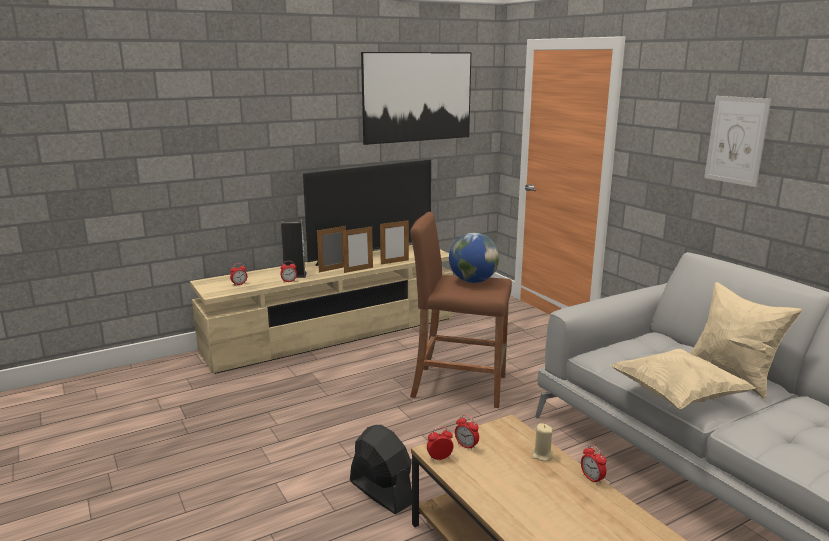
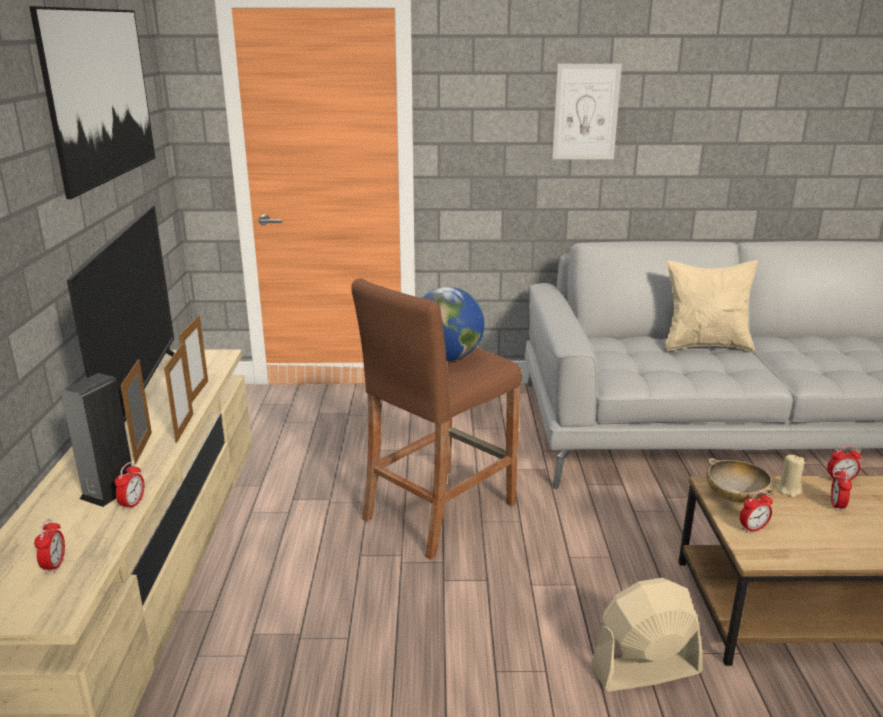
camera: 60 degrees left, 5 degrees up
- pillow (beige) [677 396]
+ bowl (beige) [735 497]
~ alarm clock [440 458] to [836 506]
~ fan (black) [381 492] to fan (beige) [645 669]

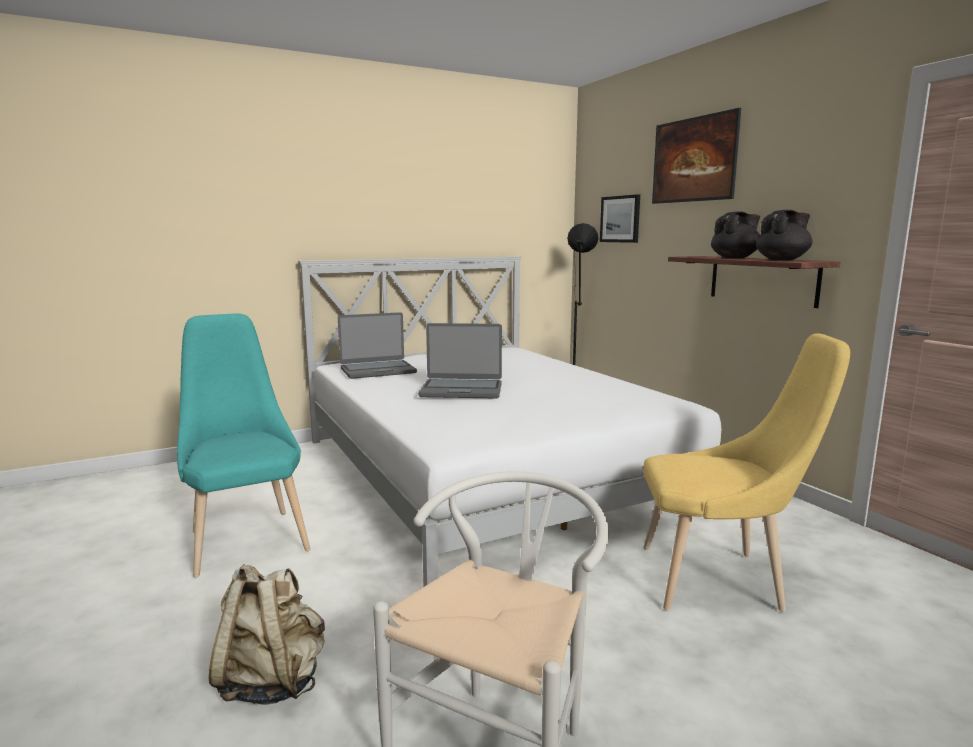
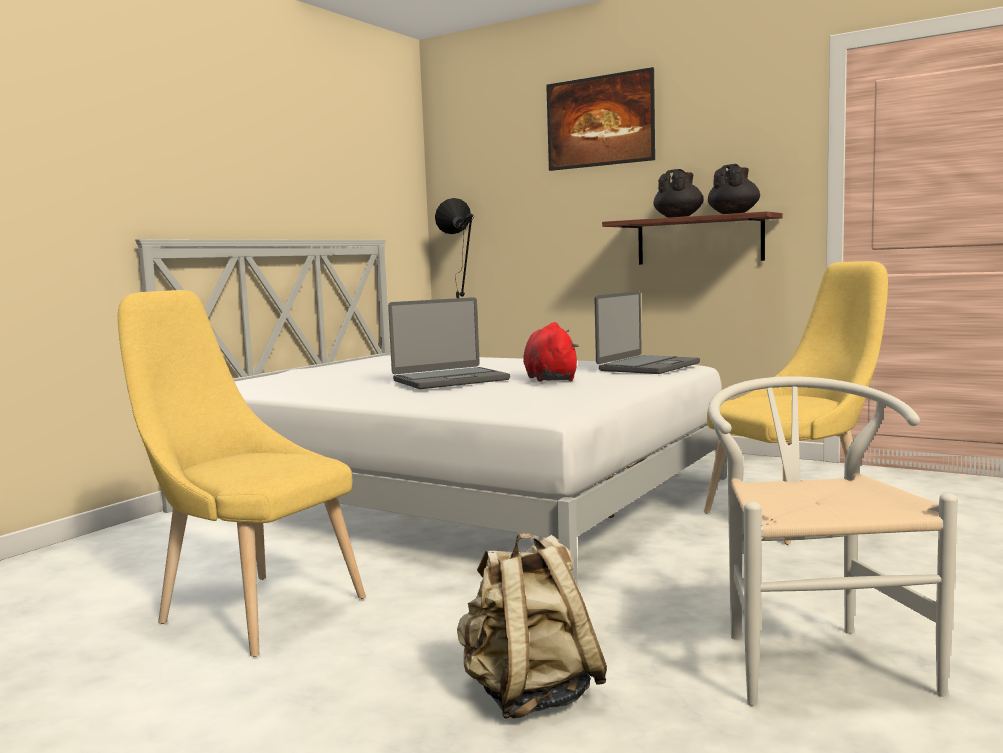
camera: 30 degrees left, 5 degrees down
- picture [620 219]
+ plush toy (red) [550 379]
~ laptop [377 370] to [647 367]
~ chair (turquoise) [246 538] to chair (yellow) [252 609]

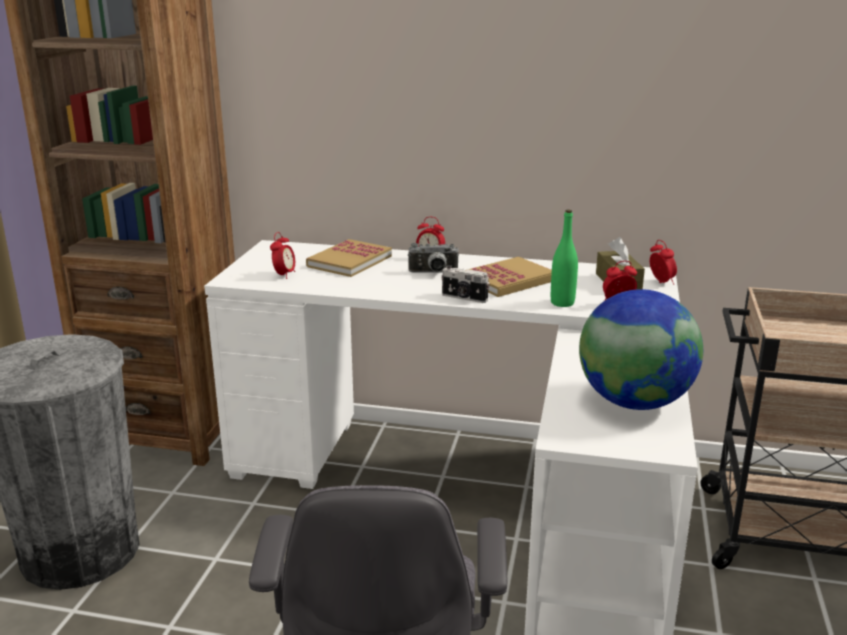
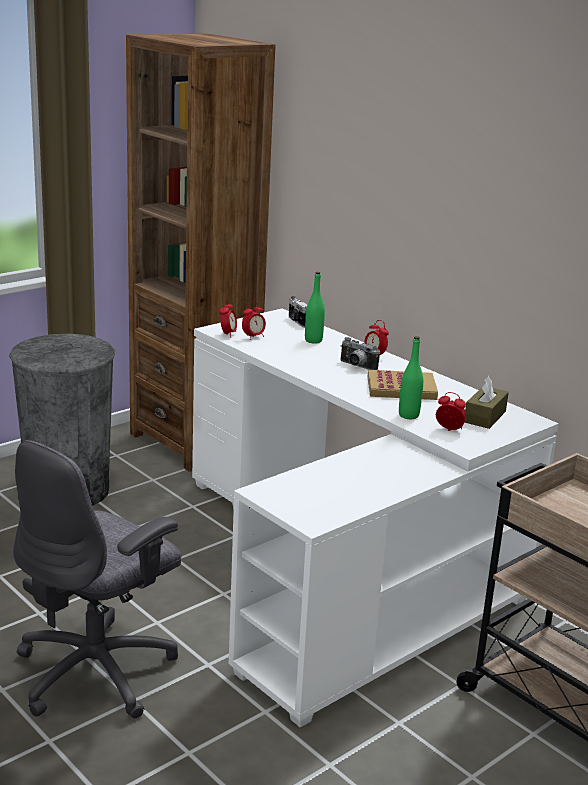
camera: 35 degrees right, 0 degrees up
- globe [634 402]
~ photo camera [464 298] to [297 322]
~ alarm clock [661 282] to [228 334]
~ book [349 261] to bottle (green) [313 340]

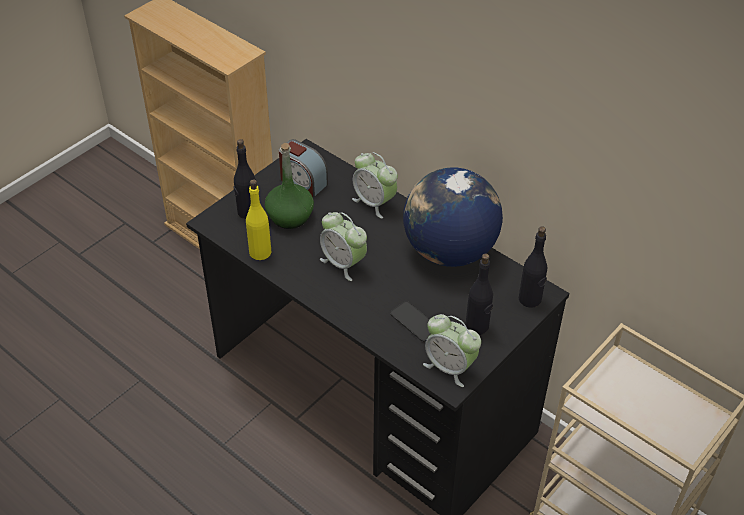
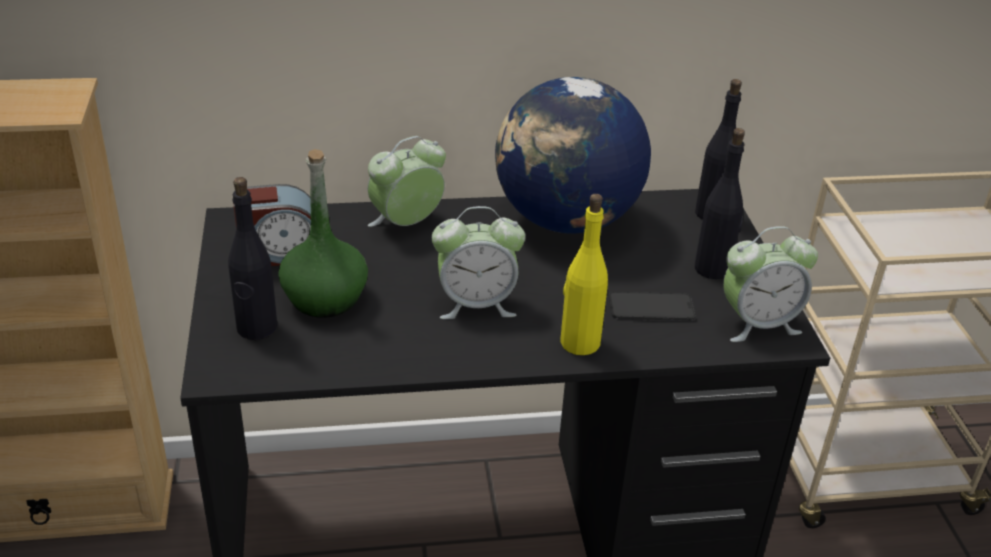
camera: 50 degrees left, 10 degrees down
~ bottle (yellow) [260 252] to [579 342]
~ alarm clock [374 203] = [406 224] 150 degrees clockwise

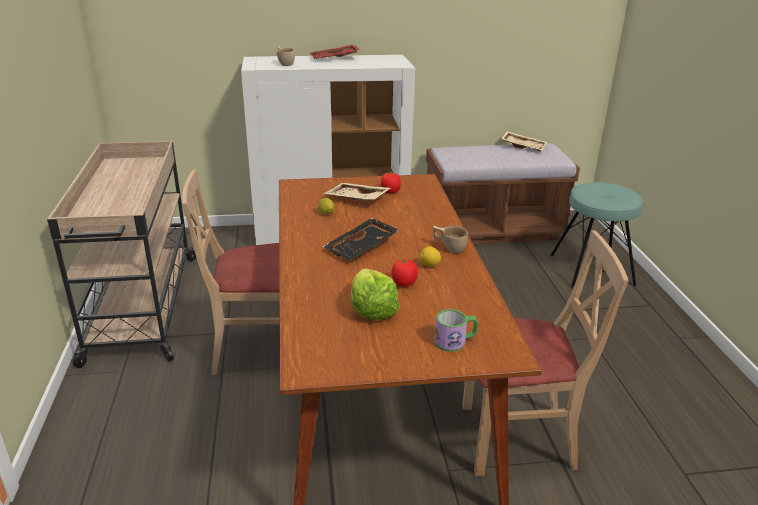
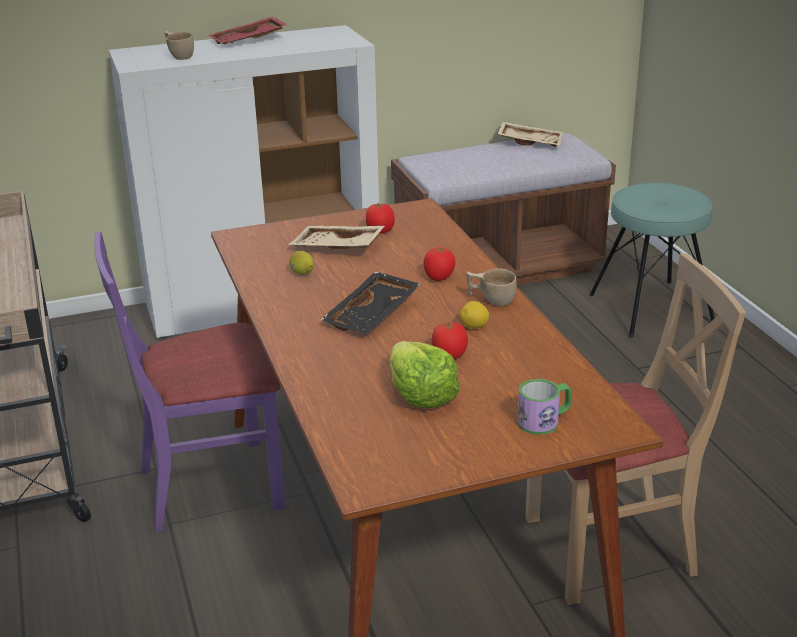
camera: 10 degrees left, 0 degrees up
+ tomato [439 277]
~ chair (beige) [257 349] to chair (purple) [211 485]

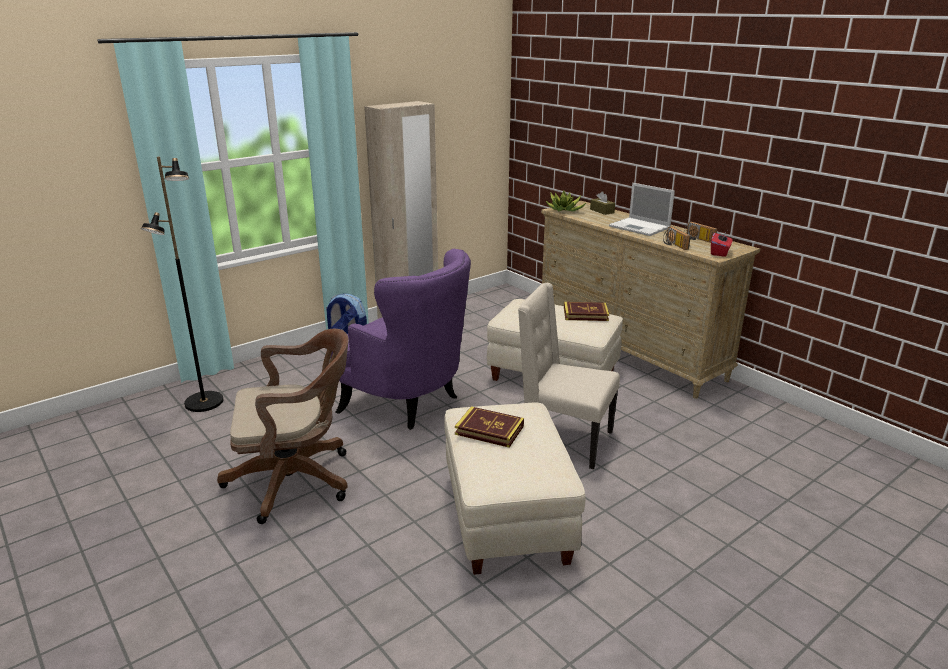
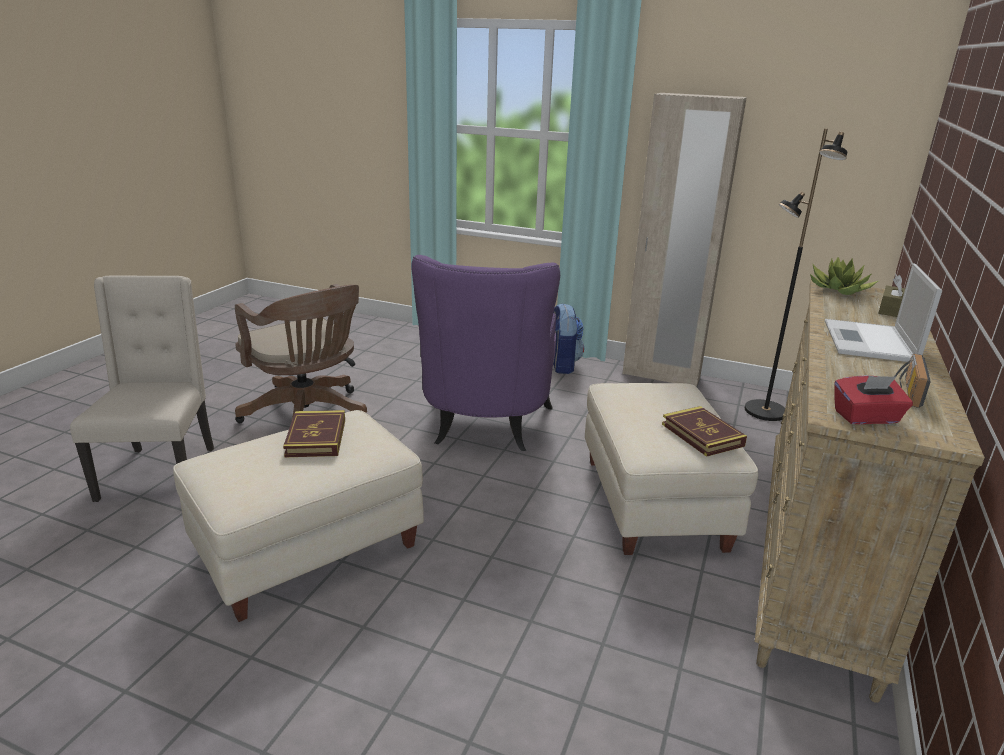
camera: 60 degrees right, 0 degrees up
- radio [673 245]
~ floor lamp (black) [204 403] to [764 411]
~ chair (beige) [563 441] to [160 472]

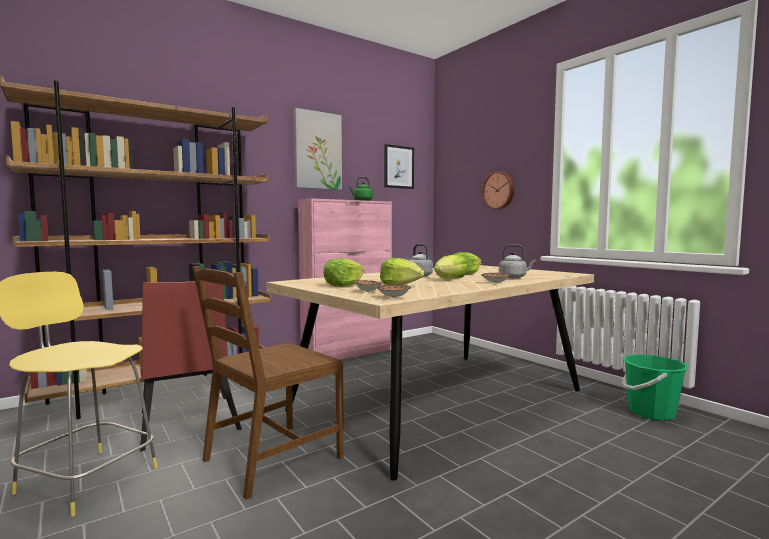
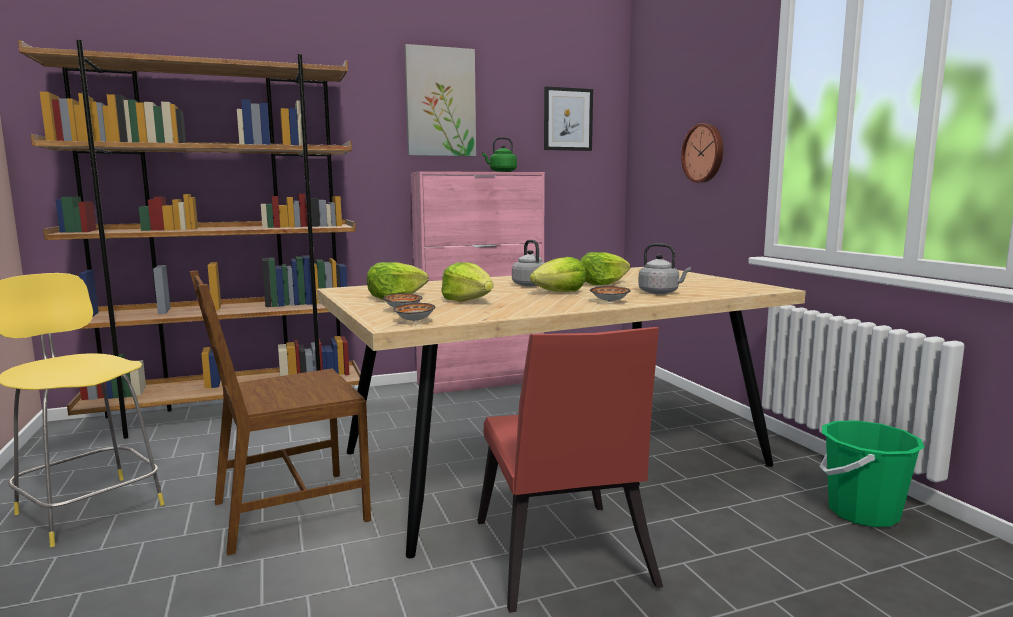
camera: 15 degrees right, 5 degrees up
~ chair (red) [187 424] to [562 560]

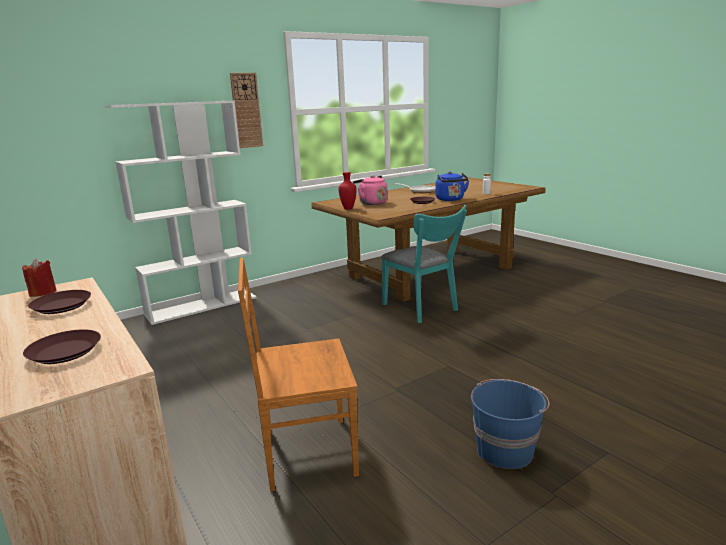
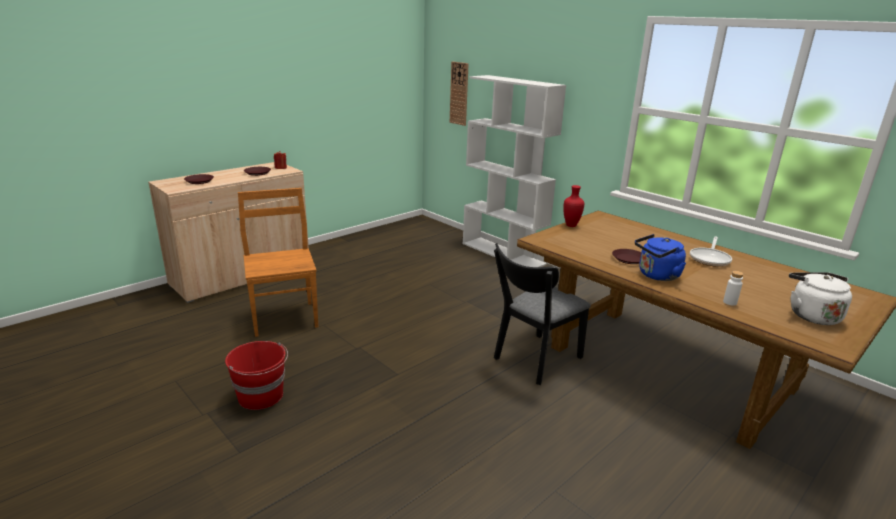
camera: 80 degrees right, 5 degrees up
- kettle (pink) [371 203]
+ kettle (white) [811 315]
~ wall clock [246 110] to [459 93]
~ chair (turquoise) [423 309] to chair (black) [534 360]
~ bucket (blue) [505 450] to bucket (red) [261 396]

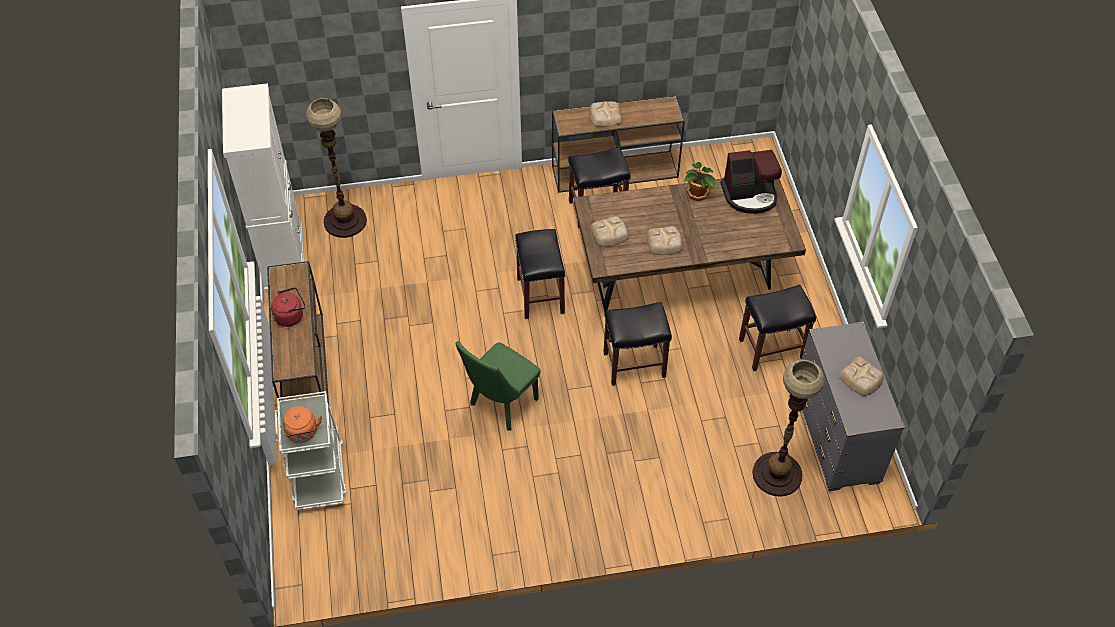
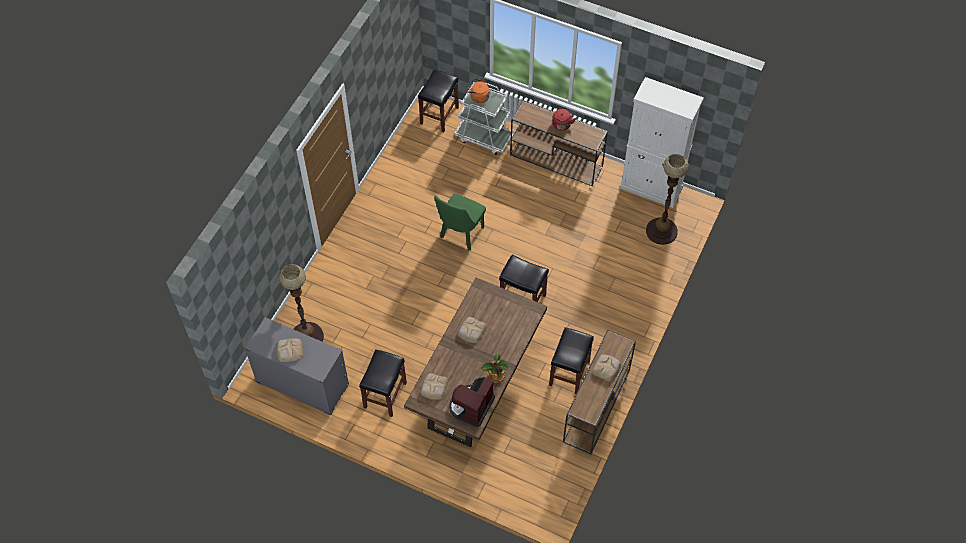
camera: 125 degrees right, 5 degrees up
~ bread [610 233] to [433 387]
~ stool (black) [633 365] to [439 115]
~ chair (green) [500 406] = [460 235] 135 degrees counterclockwise

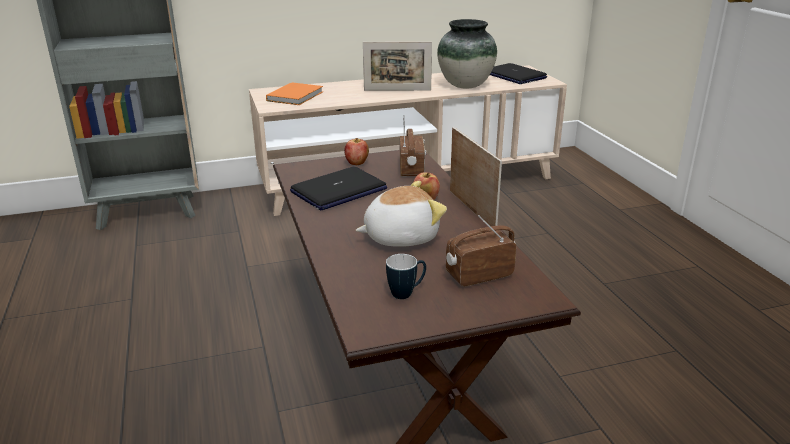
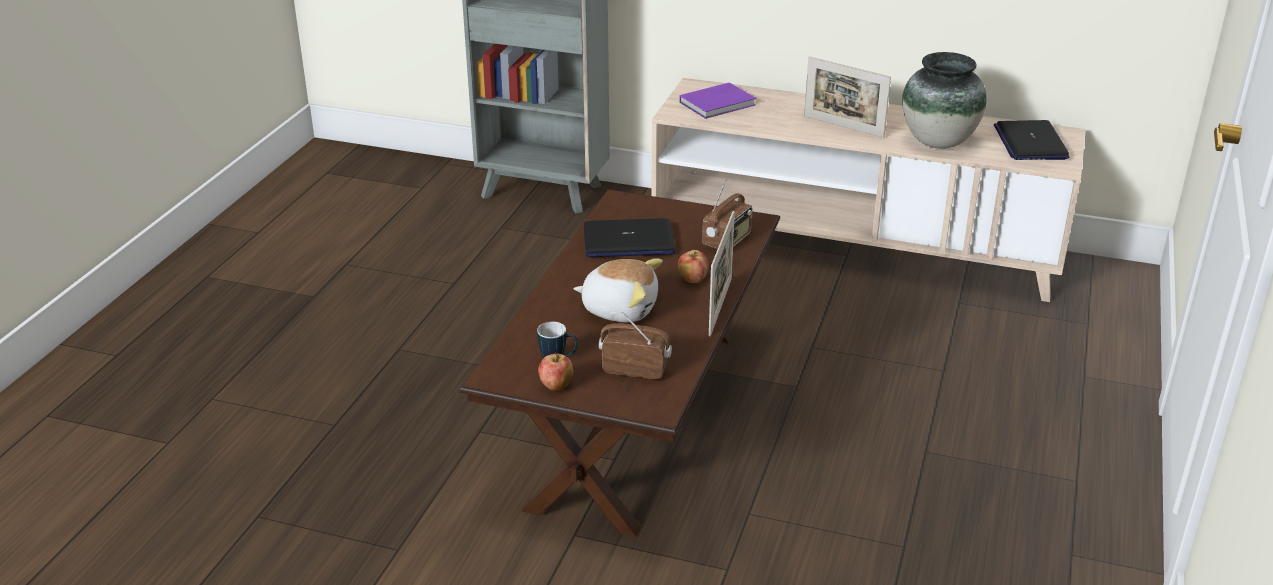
camera: 35 degrees right, 5 degrees up
~ apple [356 163] to [556 386]
~ book (orange) [296 96] to book (purple) [719 103]

